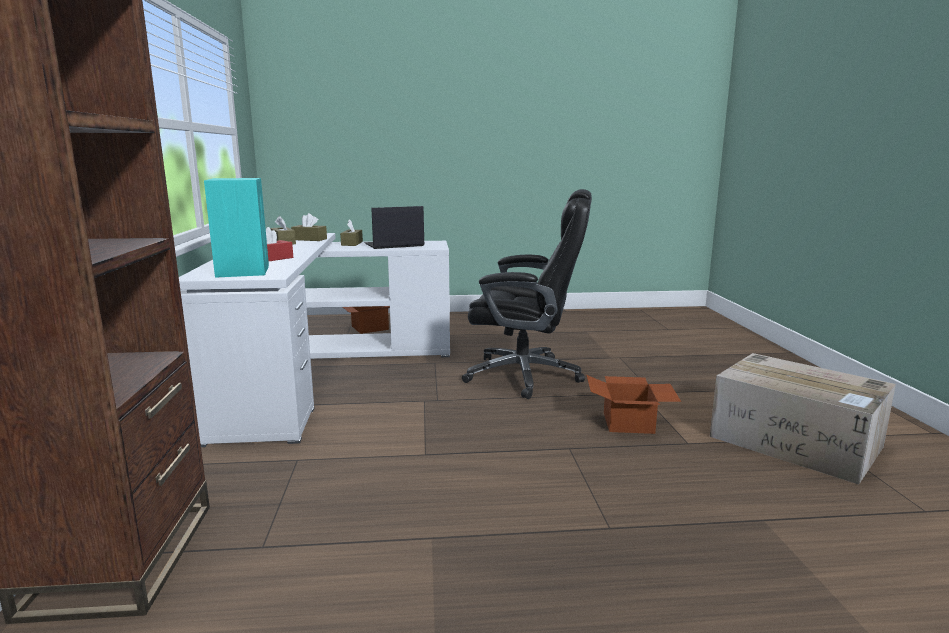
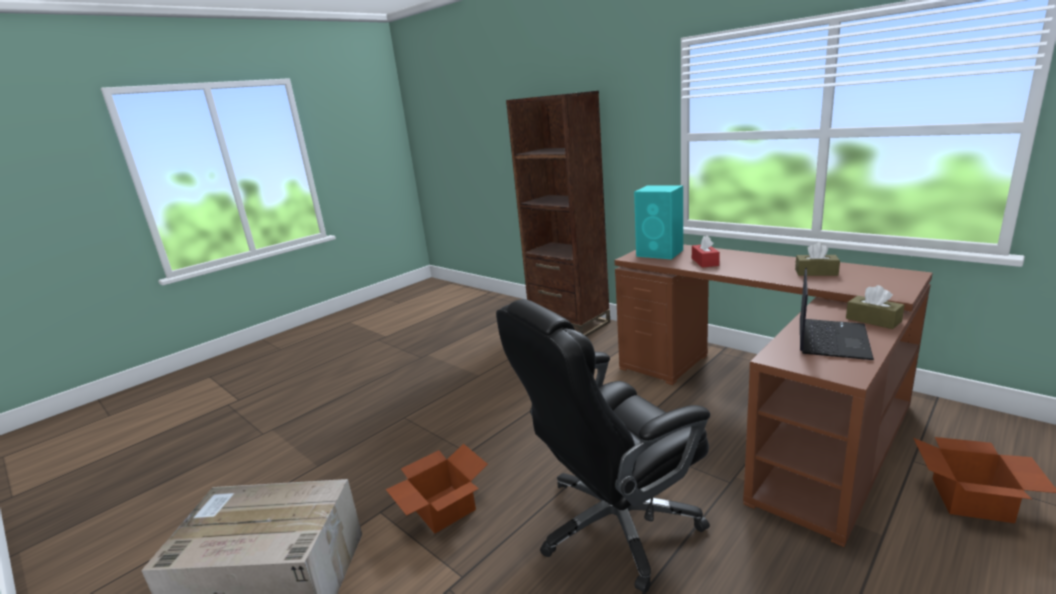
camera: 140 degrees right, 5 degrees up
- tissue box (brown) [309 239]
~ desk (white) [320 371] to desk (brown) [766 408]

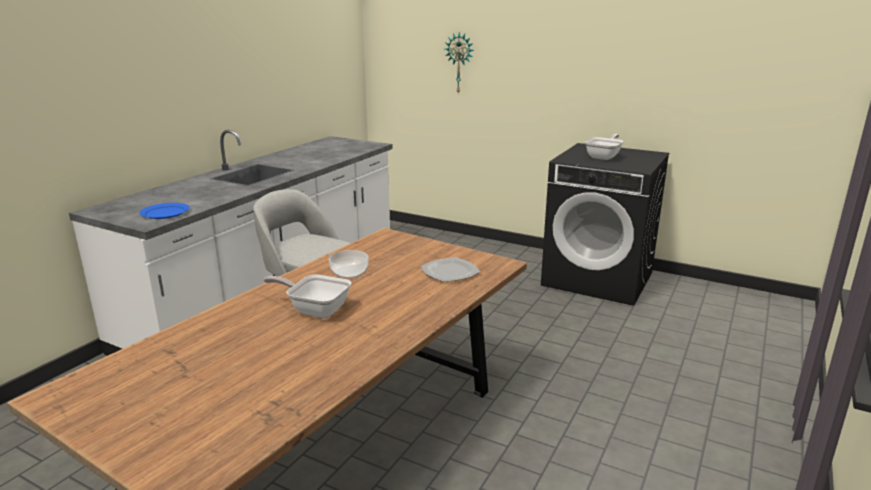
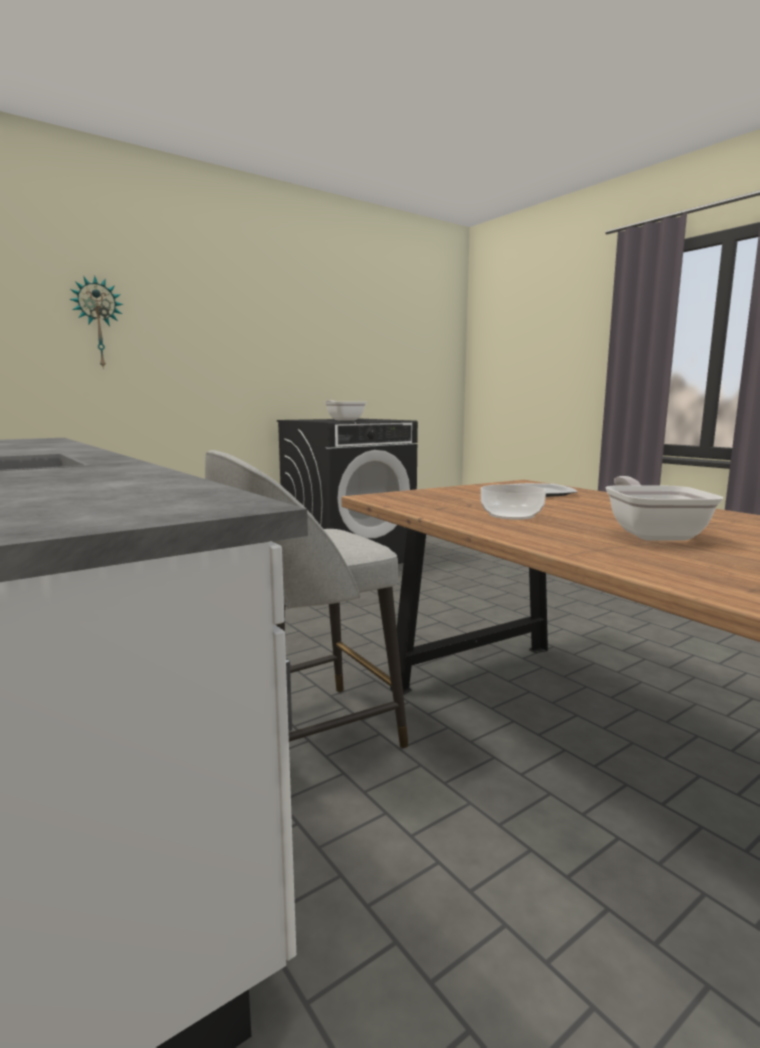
camera: 65 degrees left, 10 degrees down
- plate (blue) [164 213]
~ frying pan [315 309] = [652 533] 135 degrees clockwise

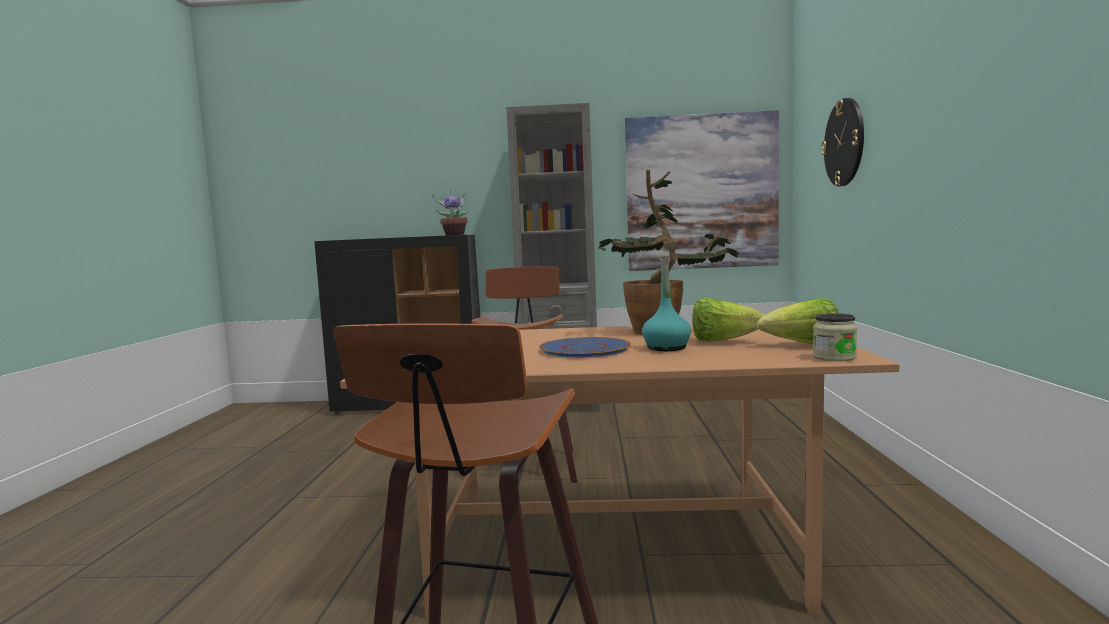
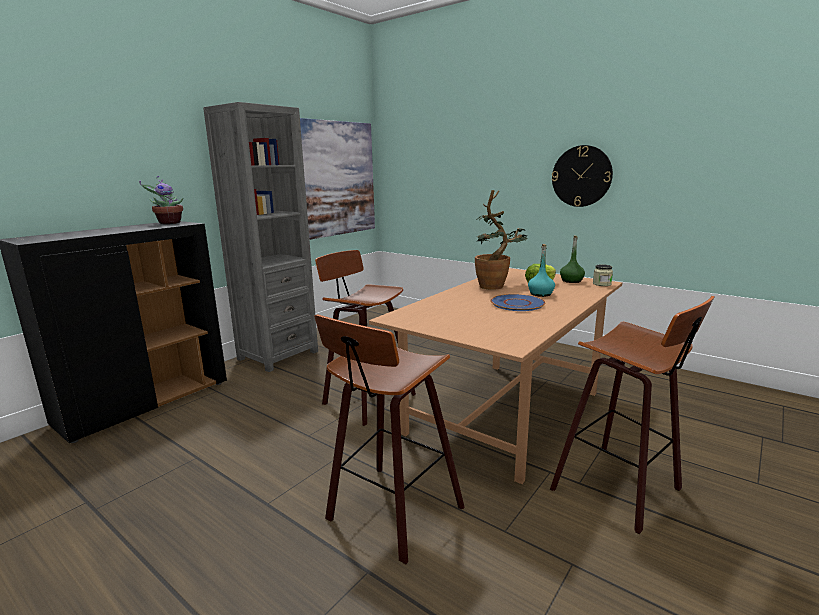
camera: 55 degrees left, 10 degrees up
+ stool [391 514]
~ wall clock [844 142] to [581 176]
~ lettuce [803 346] to bottle (green) [571 281]

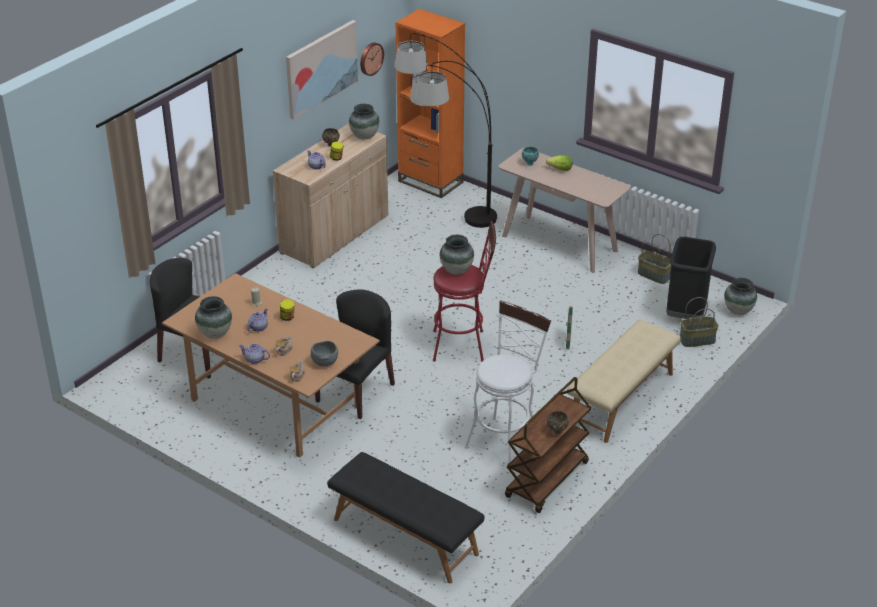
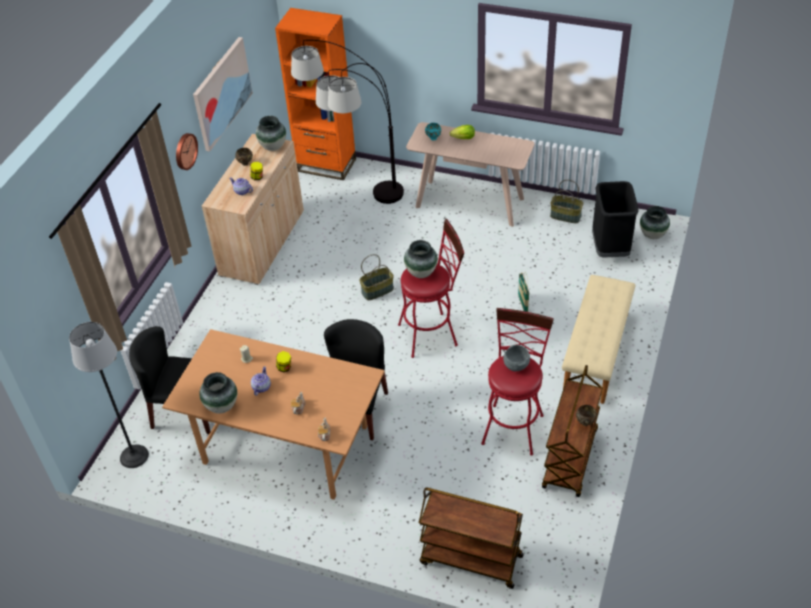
camera: 15 degrees left, 10 degrees up
- teapot [255 360]
+ floor lamp [134 456]
~ bowl (grey) [324 362] to [515 365]
~ wall clock [370 58] to [185 151]
~ basket [697 340] to [377 290]
~ bench (black) [404 537] to cart (brown) [470 560]
~ stool (white) [505 439] to stool (red) [513 424]

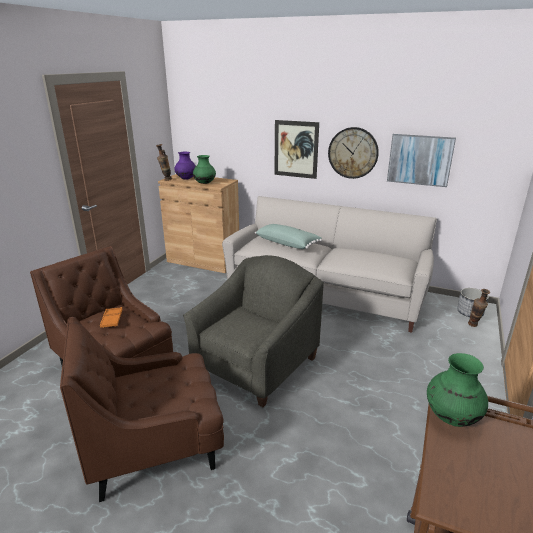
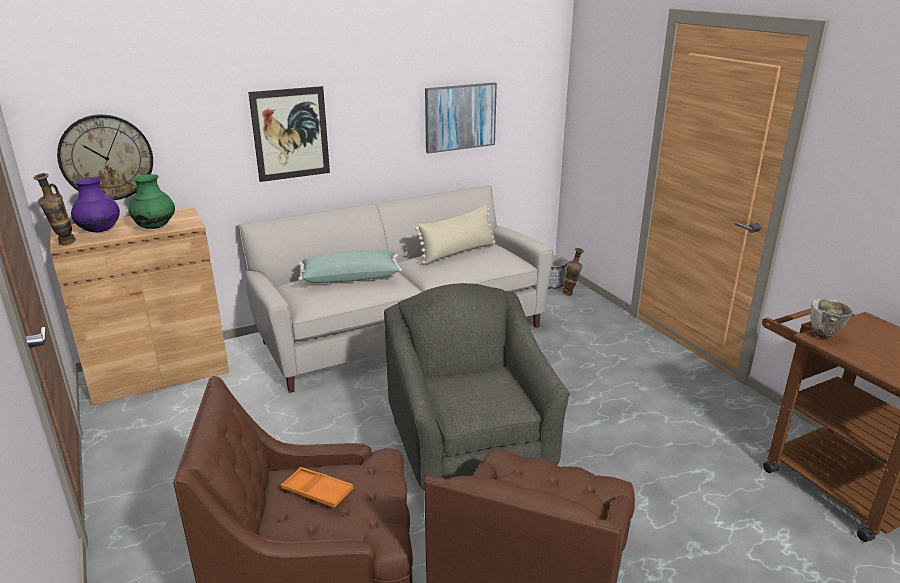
camera: 50 degrees left, 0 degrees up
+ pillow (beige) [458 252]
~ wall clock [353 153] to [106 157]
~ vase (green) [451 417] to bowl [823 335]

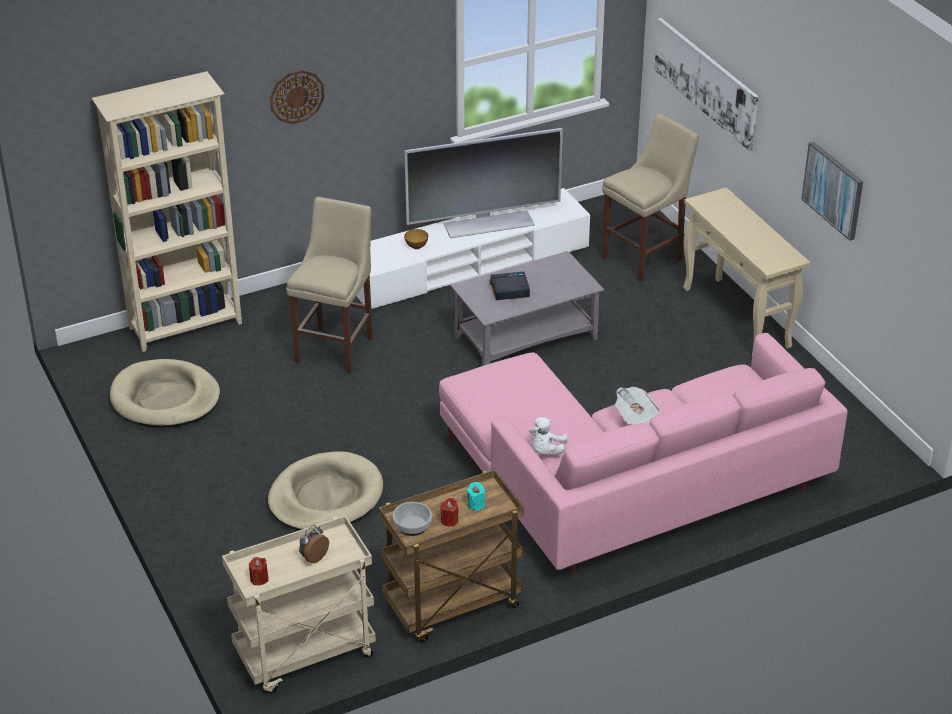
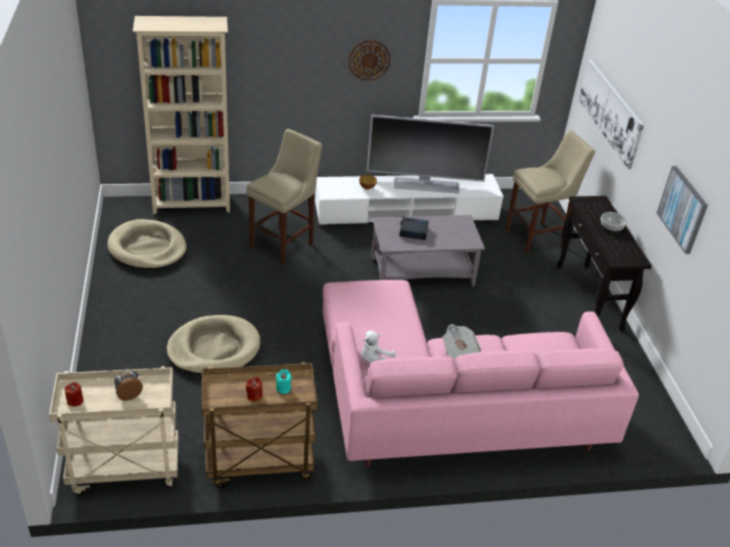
camera: 15 degrees right, 0 degrees up
~ wall clock [296 96] to [369 60]
~ bowl [413 525] to [612 226]
~ console table (beige) [737 318] to console table (black) [589 298]

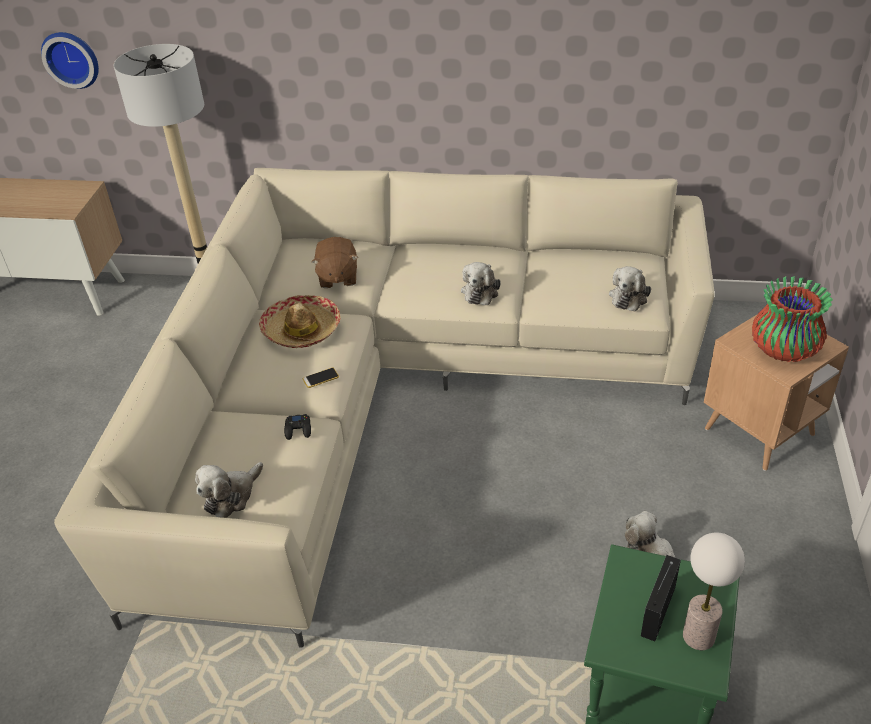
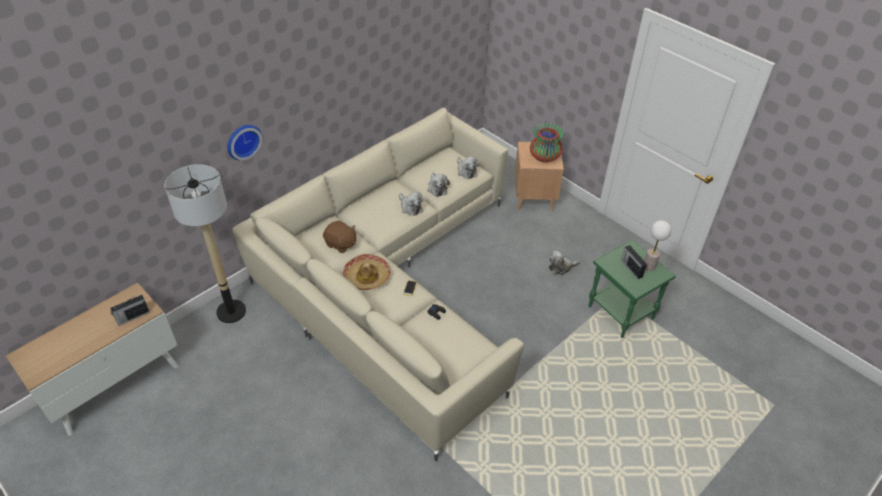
camera: 55 degrees left, 5 degrees up
+ radio [132 317]
~ wall clock [72 58] to [242 141]
~ plush toy [231 496] to [437 188]

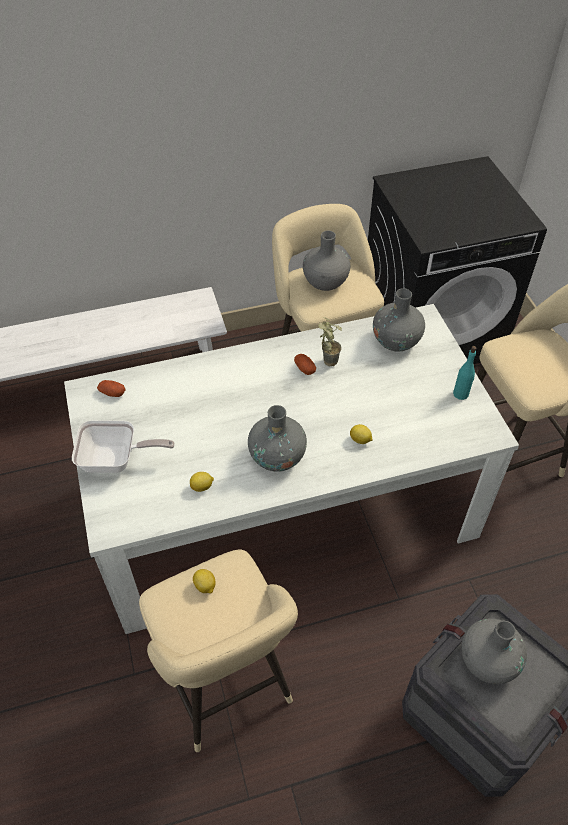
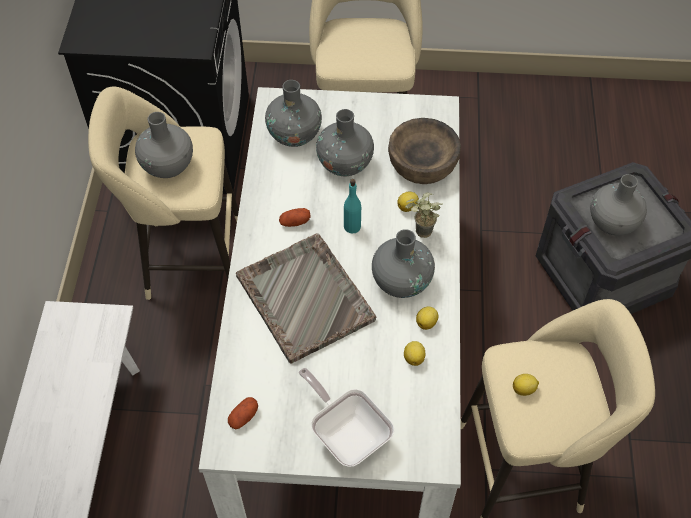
camera: 70 degrees left, 5 degrees up
+ tray (grey) [304 297]
+ vase (grey) [345 163]
+ bowl (brown) [422 164]
+ lemon [427 322]
~ potted plant [326 359] to [419 234]
~ bottle (turquoise) [461 394] to [352 226]
~ frying pan [116 460] = [347 433] 60 degrees counterclockwise

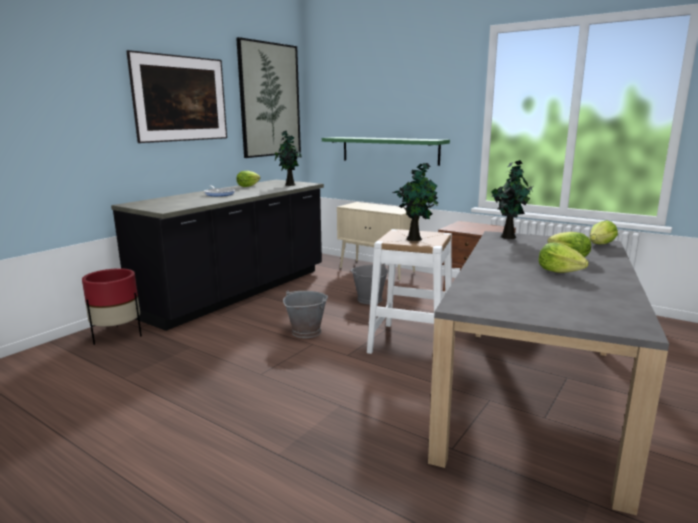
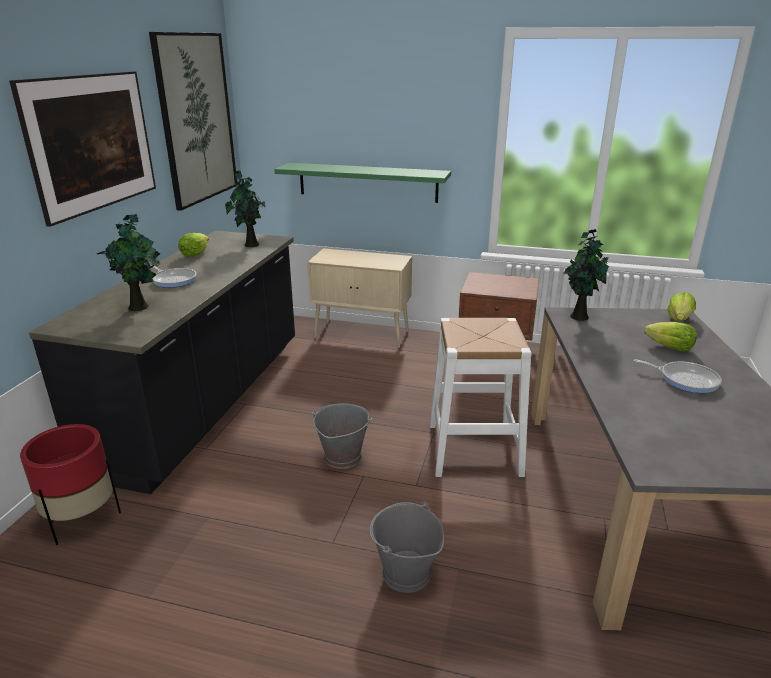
camera: 20 degrees left, 10 degrees up
~ bucket (grey) [369 300] to [405 573]
~ potted plant [415 239] to [140 306]
~ lettuce [559 272] to frying pan [685 379]

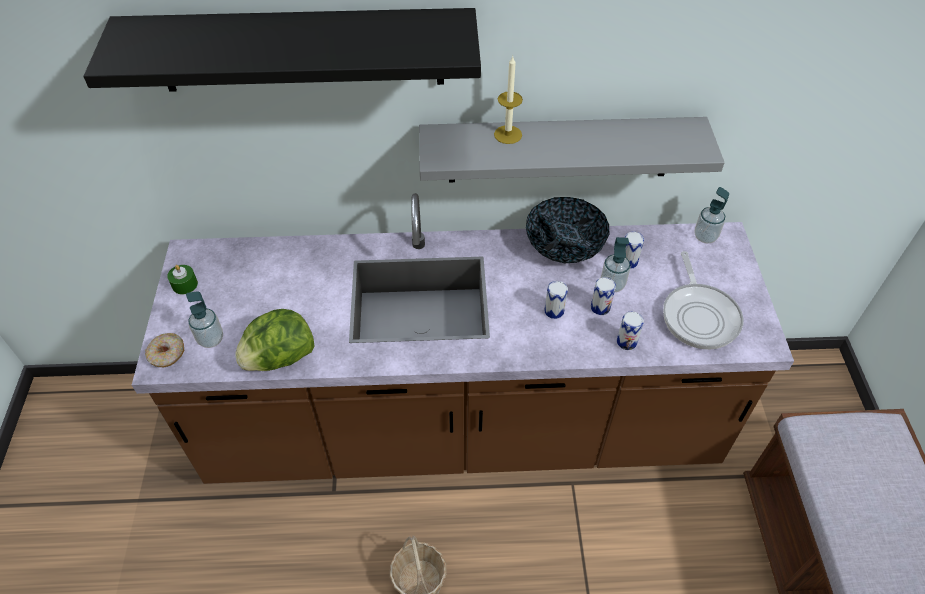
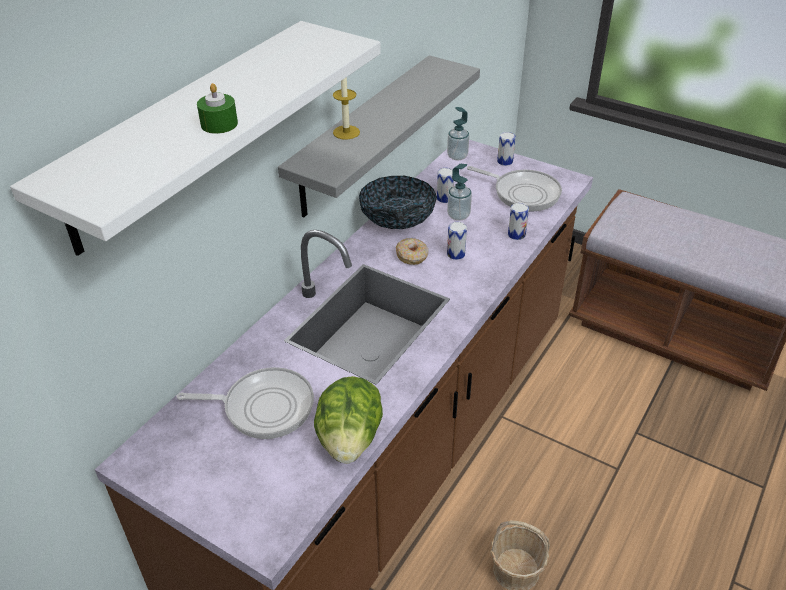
camera: 55 degrees left, 10 degrees down
- soap dispenser [211 339]
+ frying pan [263 407]
~ donut [167 354] to [412 256]
~ candle (green) [185 284] to [219 124]
~ can [600 307] to [505 161]
~ shelf (black) [300 50] to shelf (white) [187 133]

